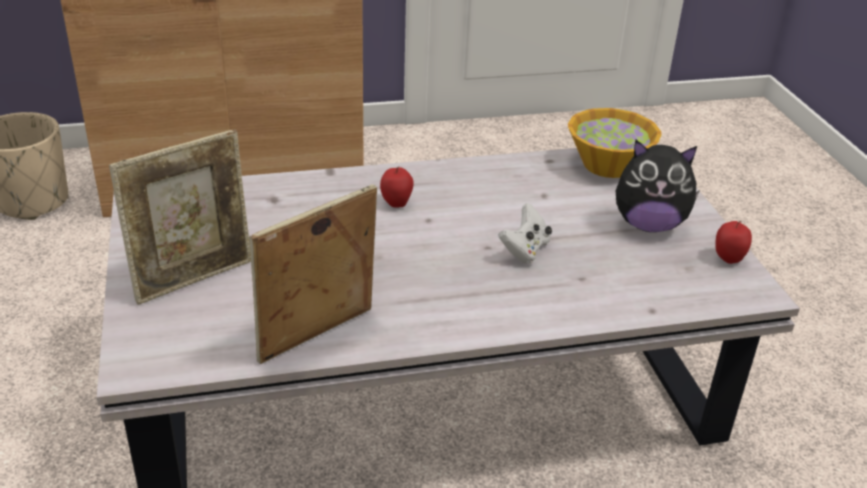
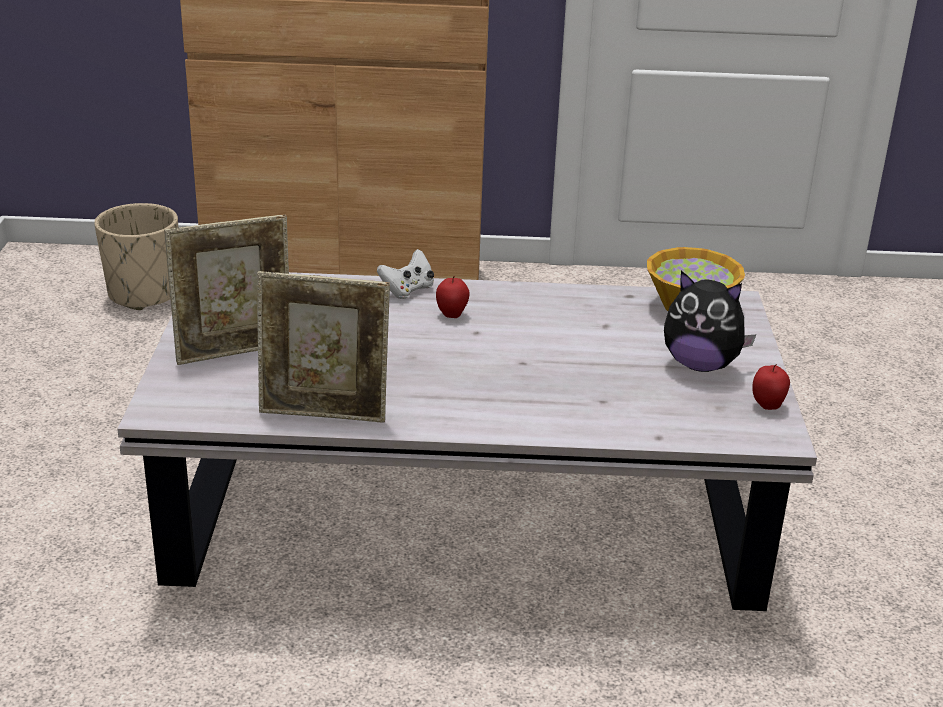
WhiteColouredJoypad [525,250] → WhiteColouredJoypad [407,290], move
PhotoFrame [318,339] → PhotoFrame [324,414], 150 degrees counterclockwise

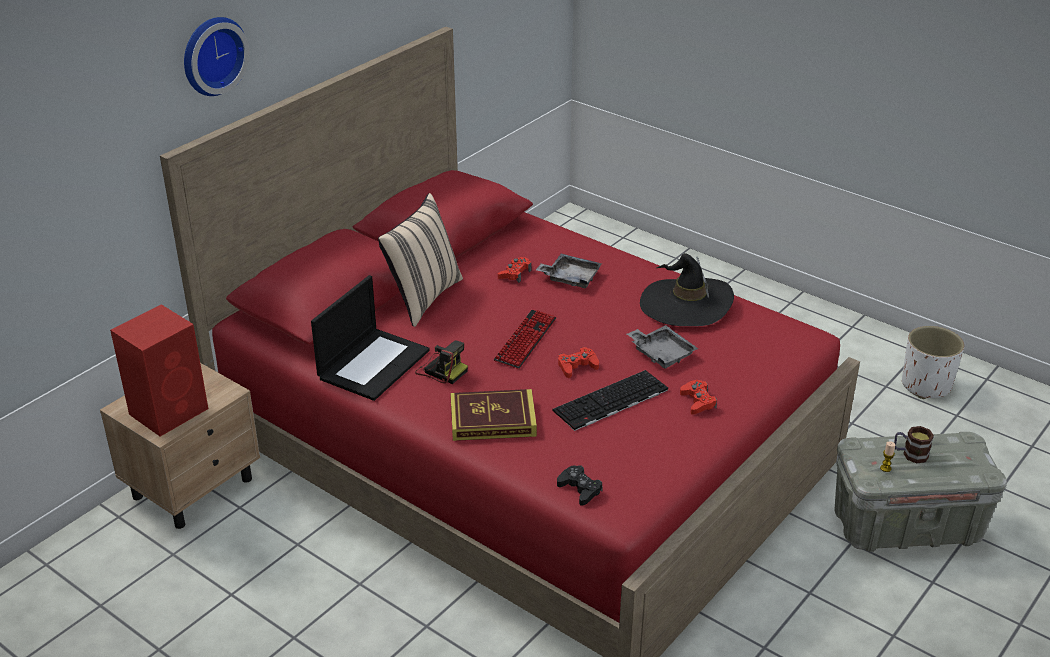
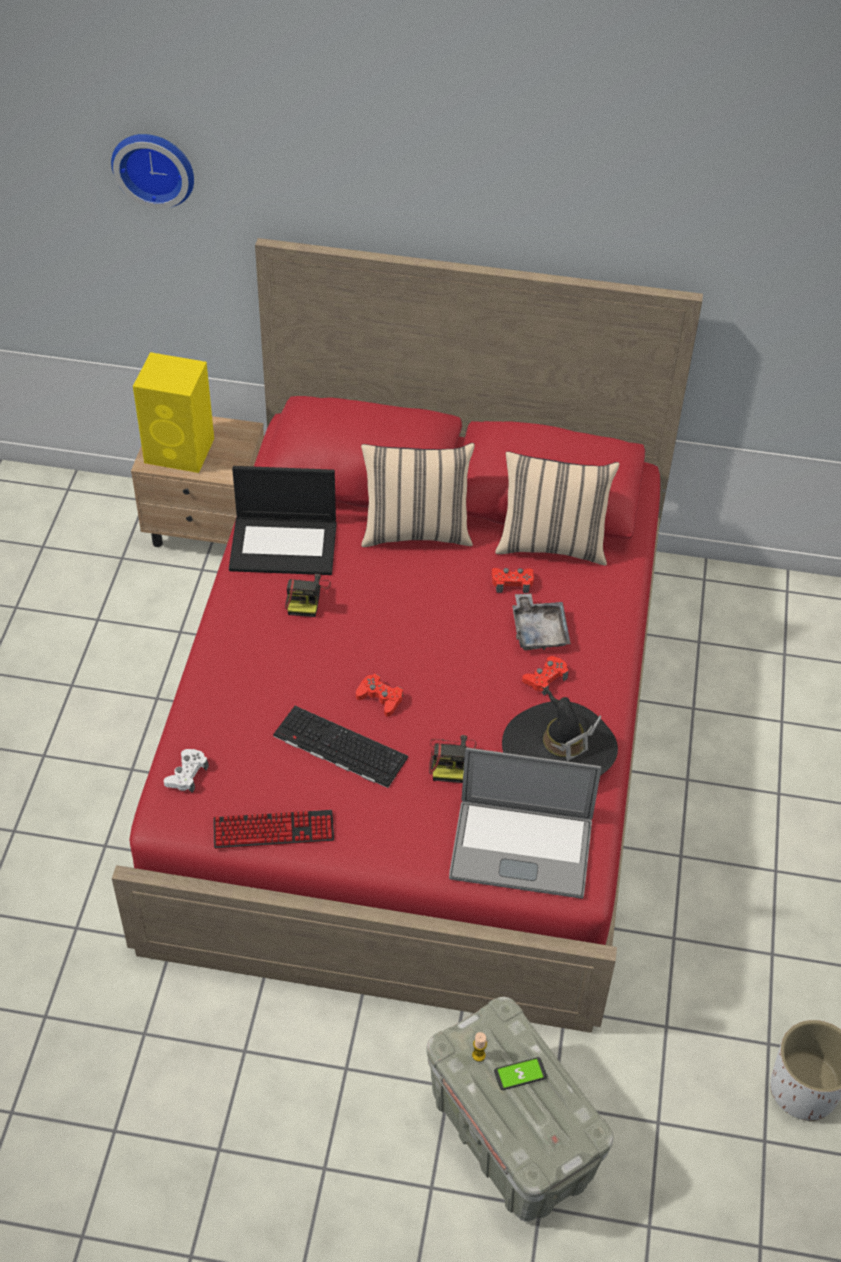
Volume [493,420] → -
- → PortableComputer [521,849]
- → BeigeColouredCushion [552,544]
HangingClock [211,55] → HangingClock [155,167], move
PcKeyboard [525,340] → PcKeyboard [273,830], move
RedJoypad [698,402] → RedJoypad [545,678], move
GreyServingTray [661,353] → PhotoCamera [450,759]
CoffeeMug [910,454] → Phone [520,1074]
RedAudioSpeaker [170,410] → YellowAudioSpeaker [181,451]
BlackishJoypad [580,489] → WhiteColouredJoypad [187,774]

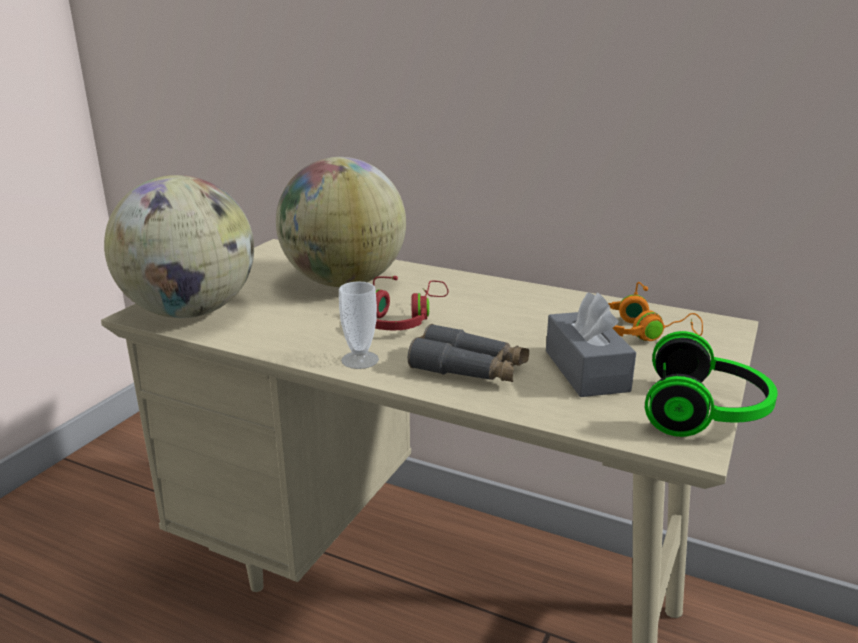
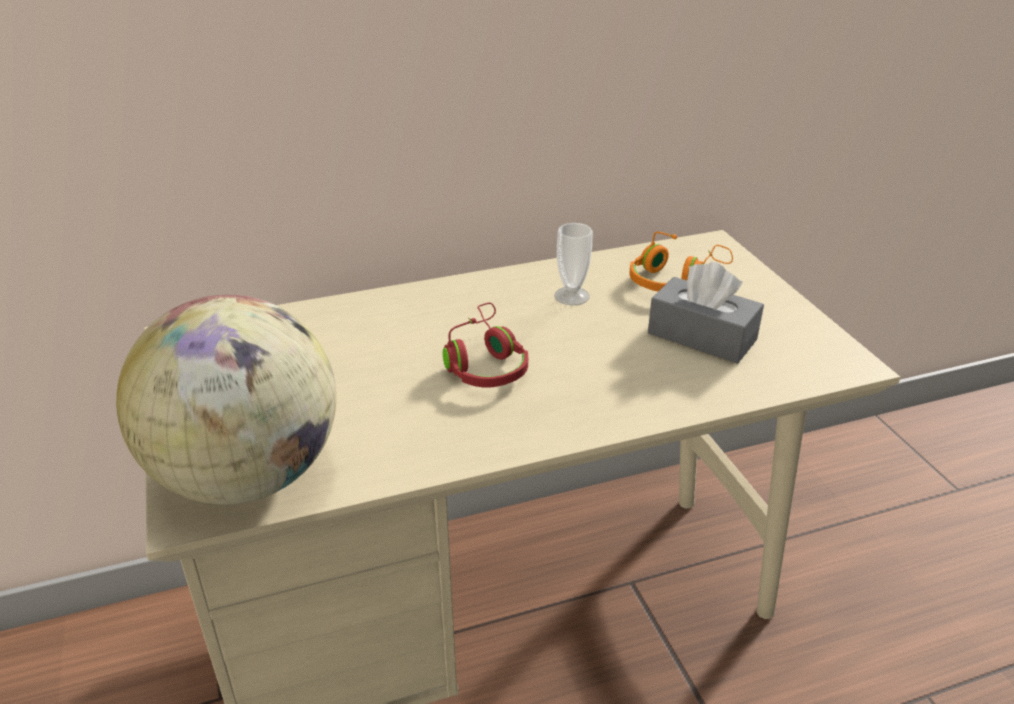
Globe [344,282] → -
GreyPairOfBinoculars [469,369] → -
Headset [706,413] → -
SmallCup [360,360] → SmallCup [571,296], move

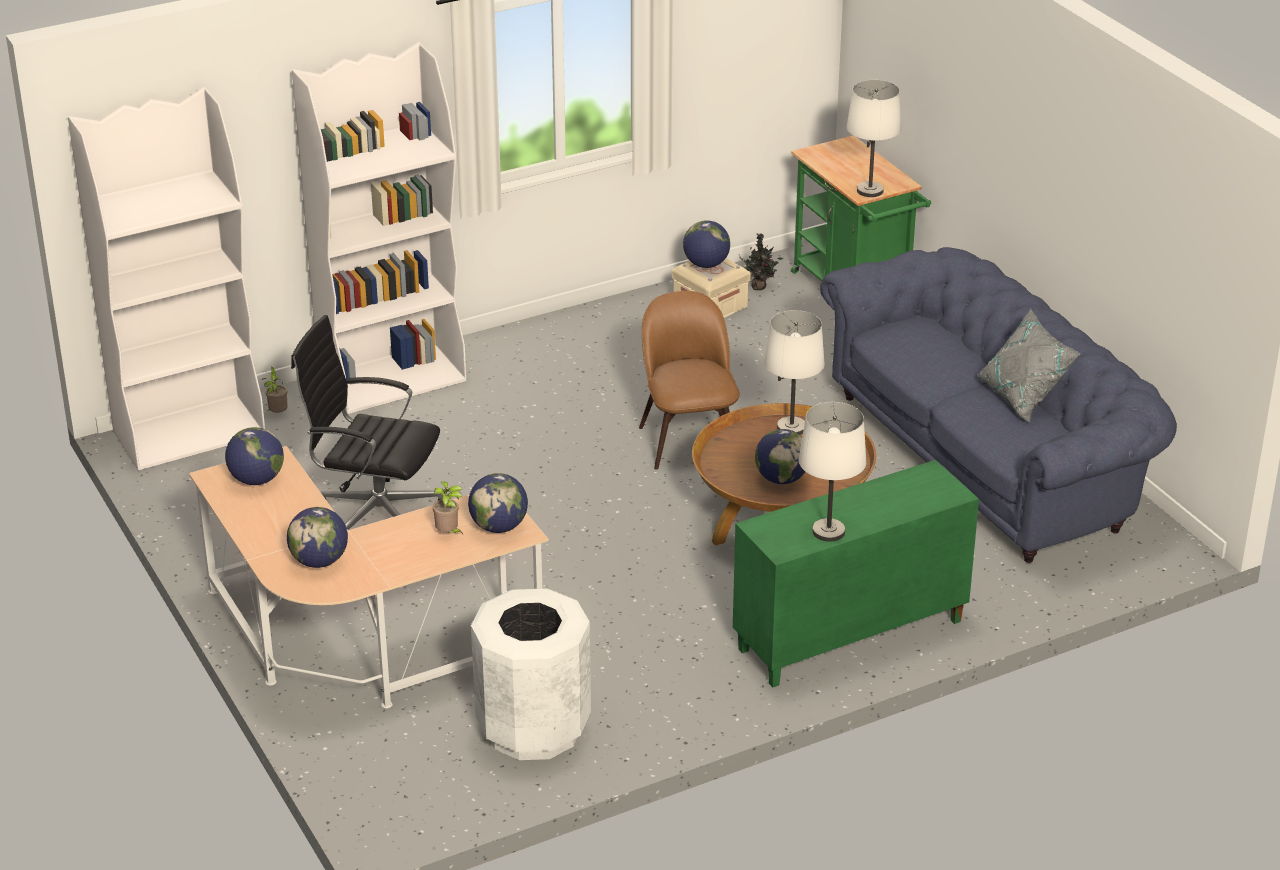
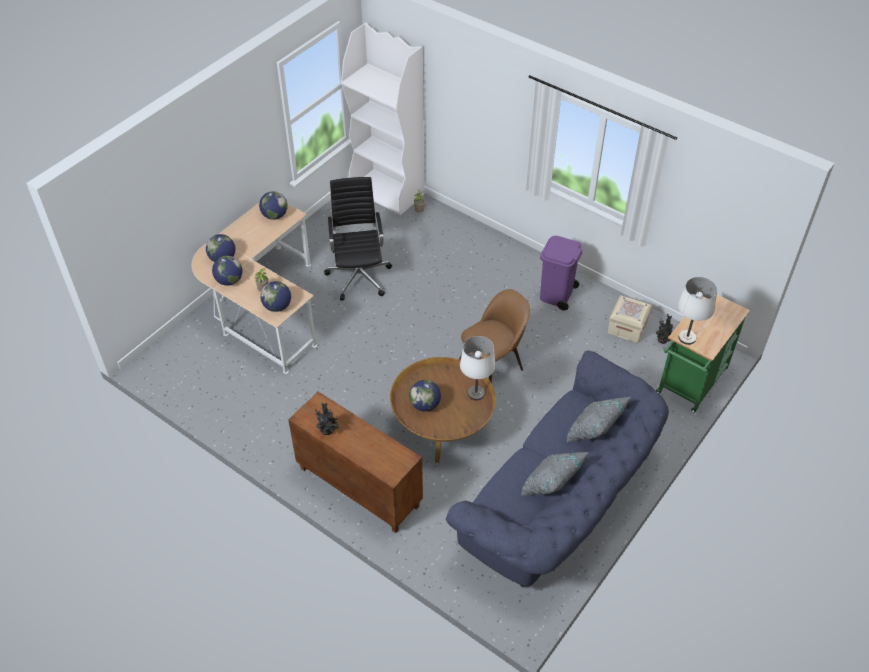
WhiteColouredBookcase [393,379] → -
WhiteColouredWasteBin [534,729] → -
- → PurpleColouredWasteBin [556,295]
- → GreyCushion [594,432]
Globe [706,264] → Globe [229,281], move
WhiteColouredTableLamp [828,531] → PottedPlant [328,431]
GreenColouredCupboard [849,636] → BrownishCupboard [358,487]

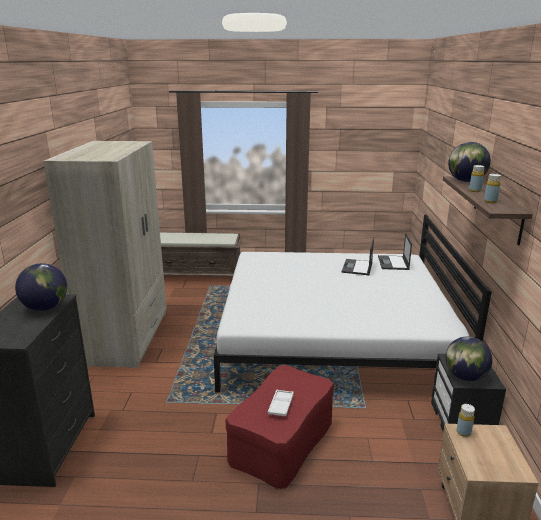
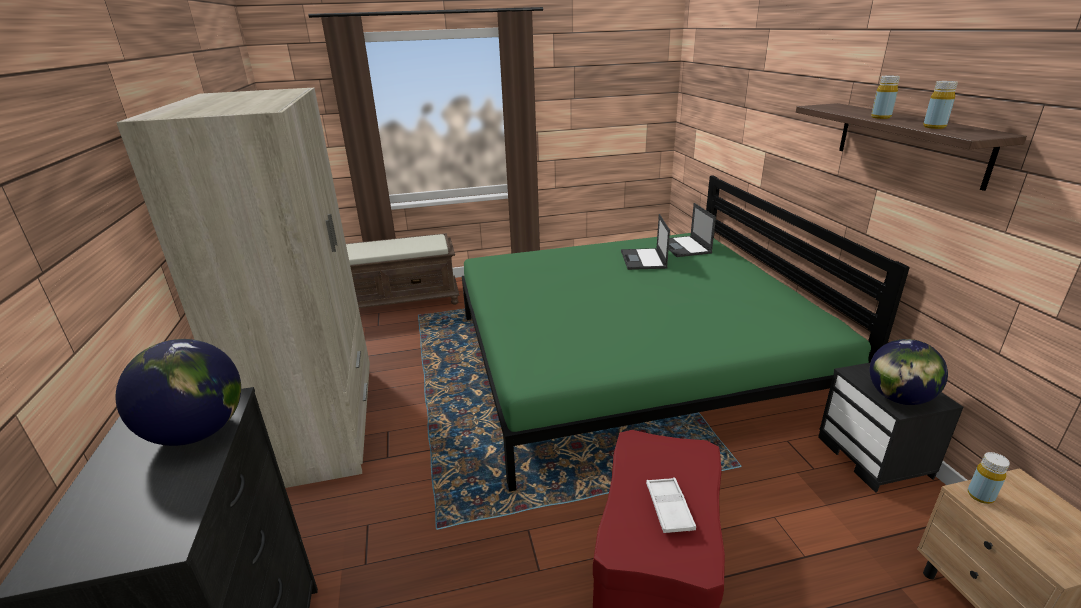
Globe [466,181] → -
WhiteColouredBed [334,335] → GreenColouredBed [632,360]

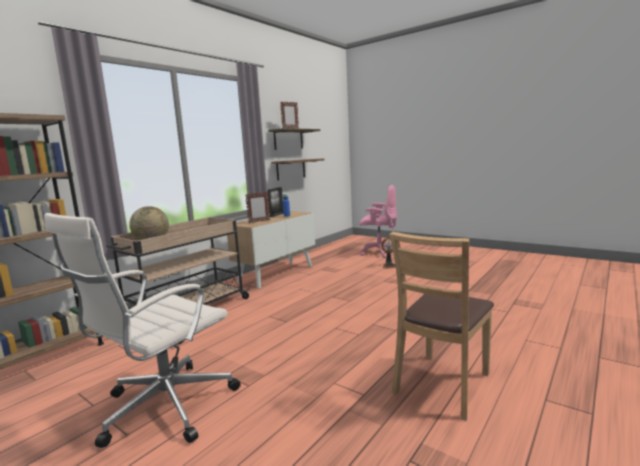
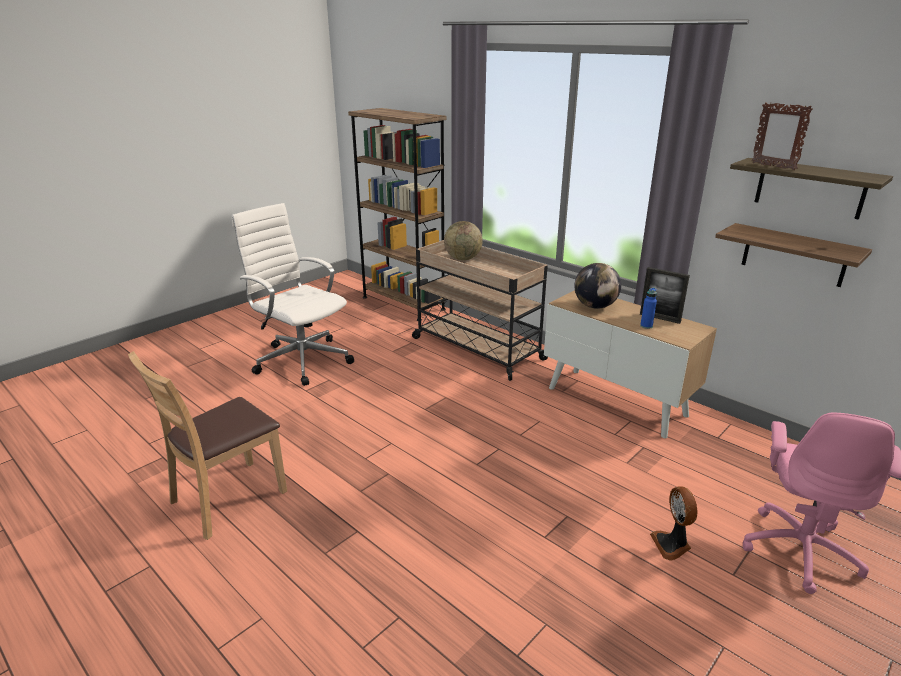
PhotoFrame [259,221] → Globe [595,306]
BrownishPlainChair [442,384] → BrownishPlainChair [228,498], 90 degrees counterclockwise

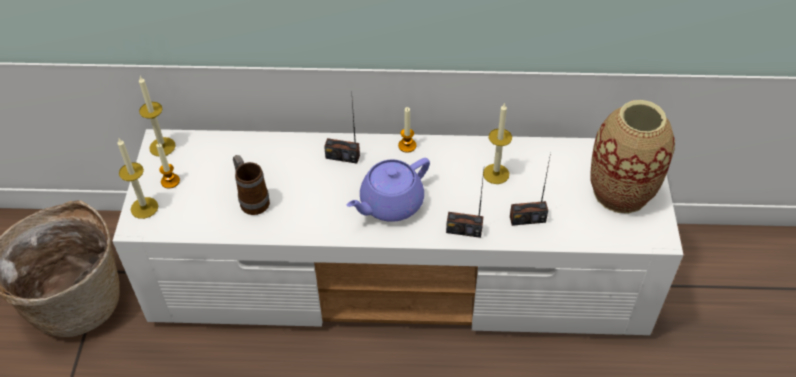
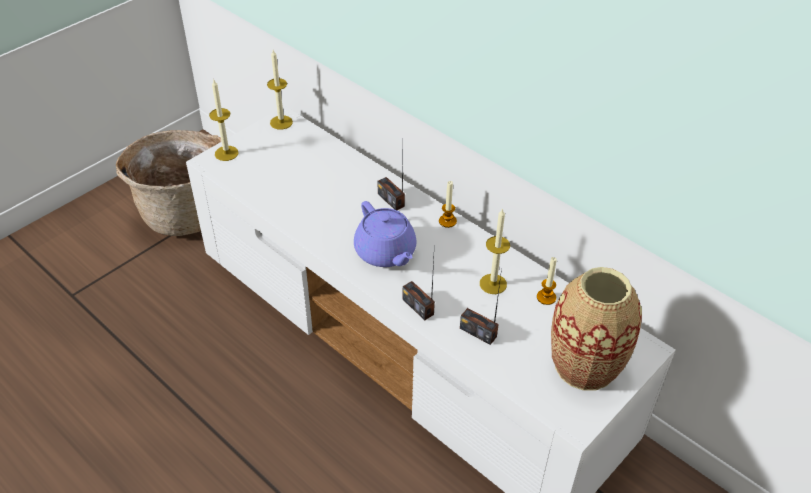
CoffeeMug [252,199] → -
WaxLight [170,181] → WaxLight [546,297], move
PurpleColouredTeaPot [390,204] → PurpleColouredTeaPot [386,253], 120 degrees counterclockwise

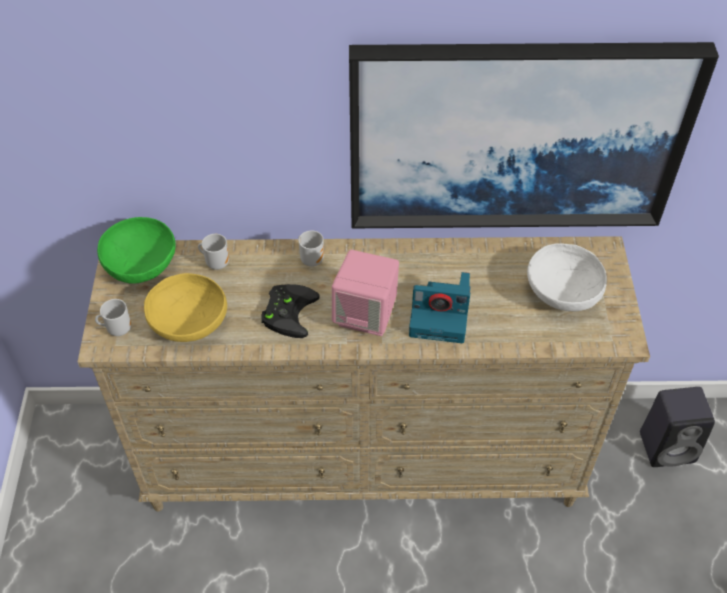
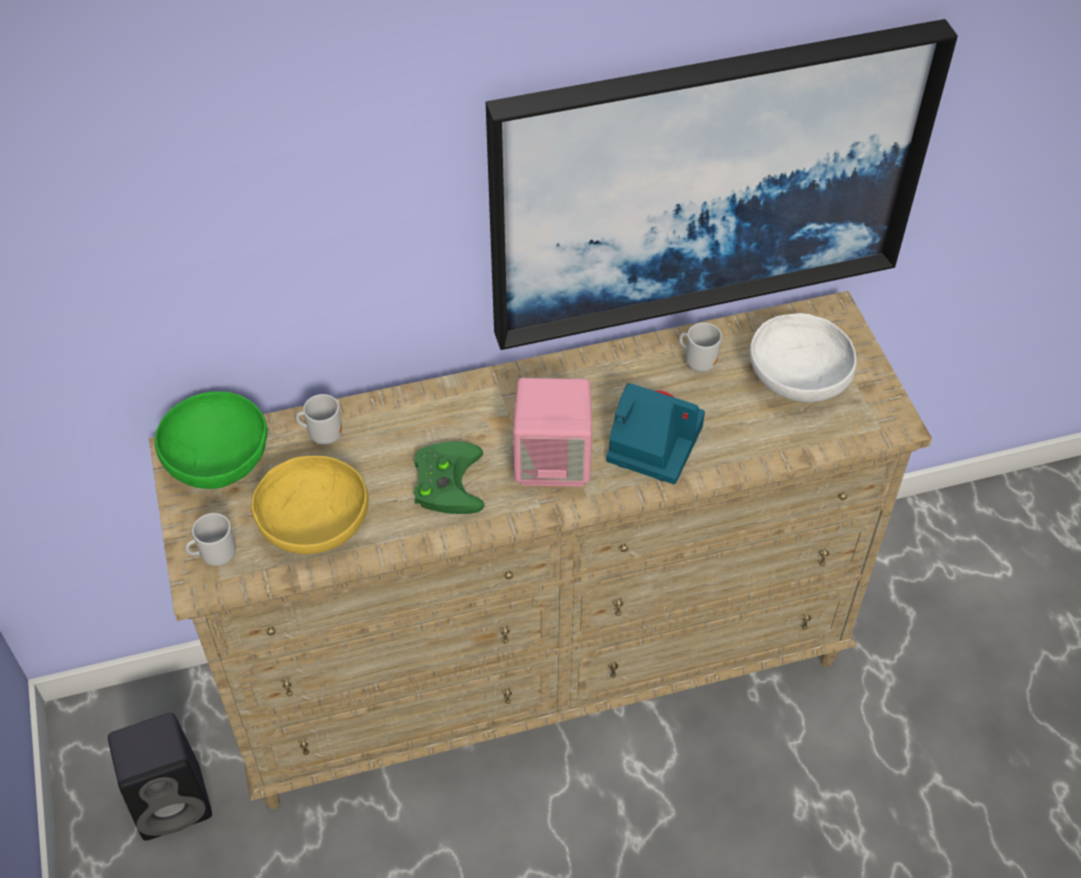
CoffeeMug [311,259] → CoffeeMug [699,362], move
BlackishAudioSpeaker [668,446] → BlackishAudioSpeaker [174,800], move
BlackishJoypad [288,311] → GreenColouredJoypad [445,480]
PhotoCamera [441,316] → PhotoCamera [652,443], 150 degrees counterclockwise

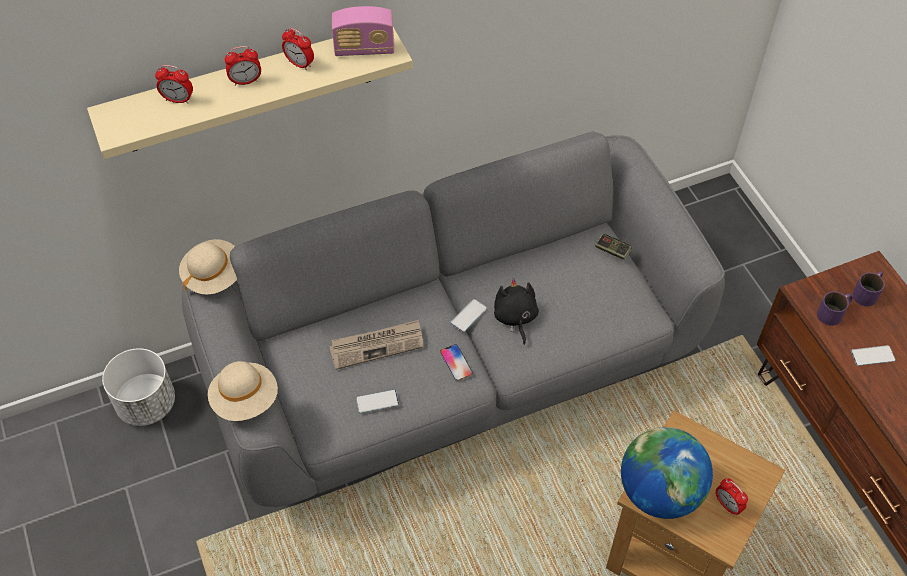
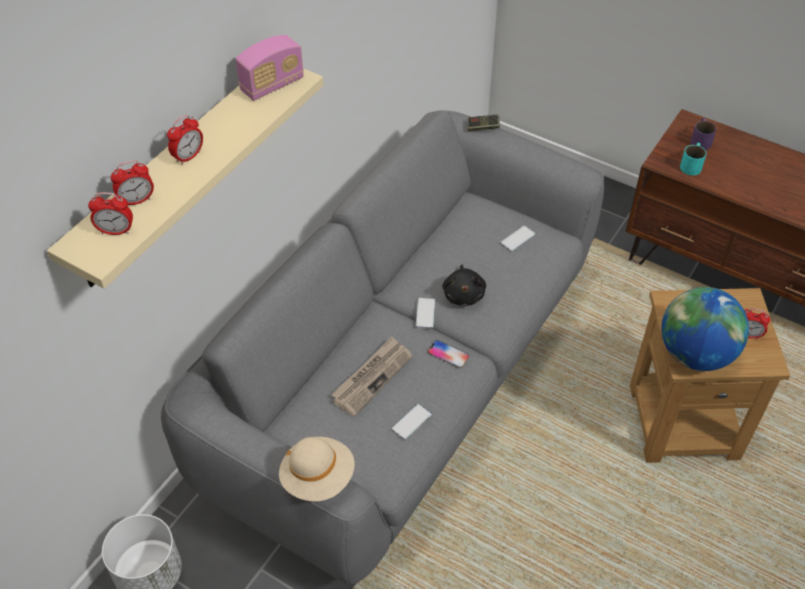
BeigeColouredWearableHat [214,276] → -
BedsideClock [300,64] → BedsideClock [116,231], move
Joypad [612,250] → Joypad [483,127], move
Phone [872,356] → Phone [517,239], move
PurpleColouredCoffeeMug [834,312] → TurquoiseColouredCoffeeMug [692,164]
BlackishPlushToy [515,317] → BlackishPlushToy [464,294], 135 degrees counterclockwise

